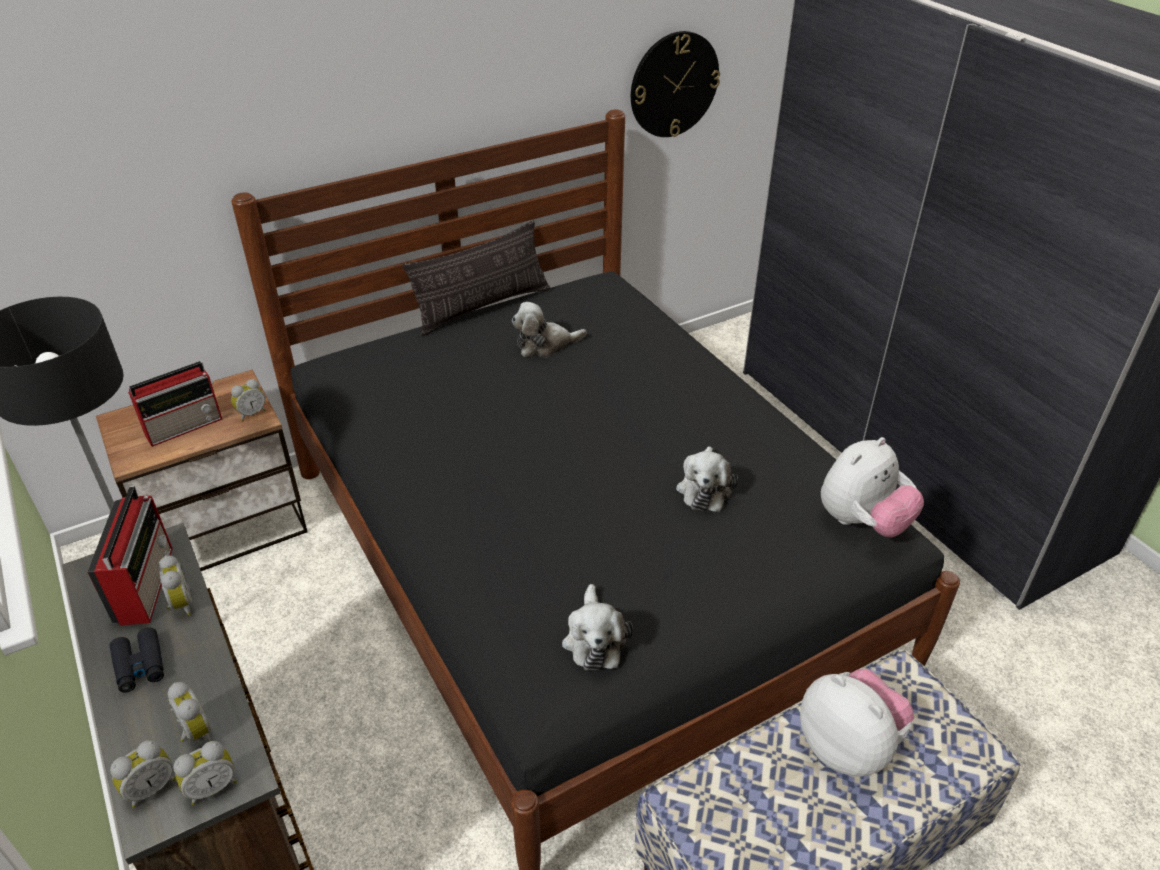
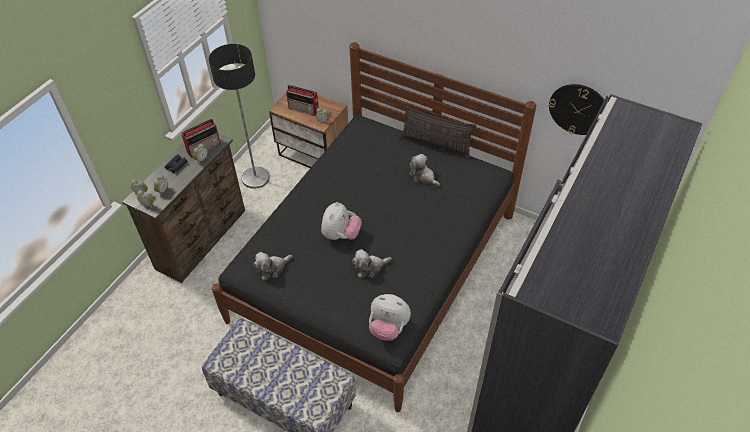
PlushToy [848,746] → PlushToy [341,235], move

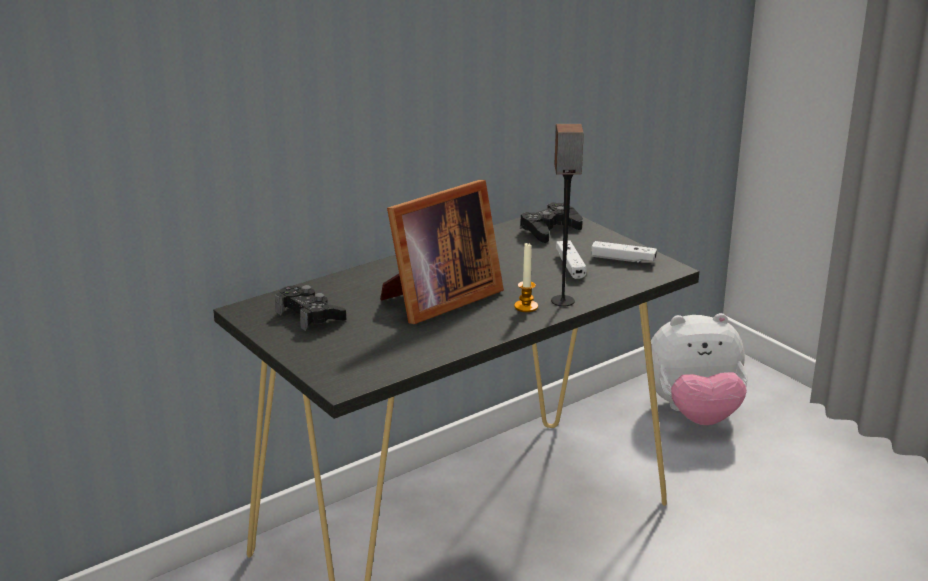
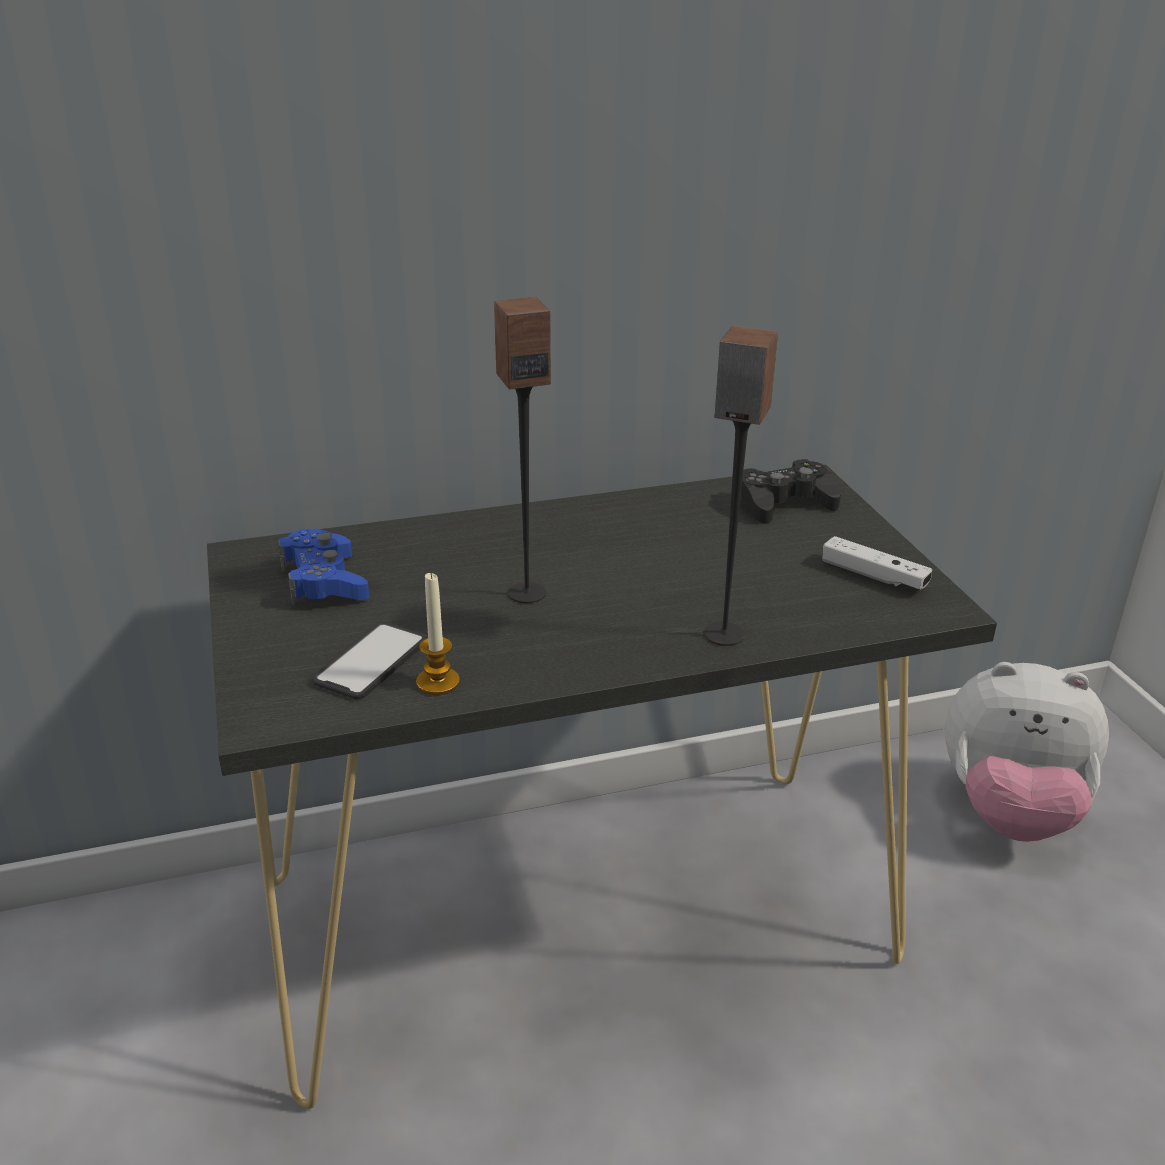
WhiteColouredJoypad [570,265] → -
- → Phone [371,661]
WaxLight [526,307] → WaxLight [438,682], move
PhotoFrame [437,300] → AudioSpeaker [526,592]
BlackishJoypad [310,315] → BluishJoypad [324,581]

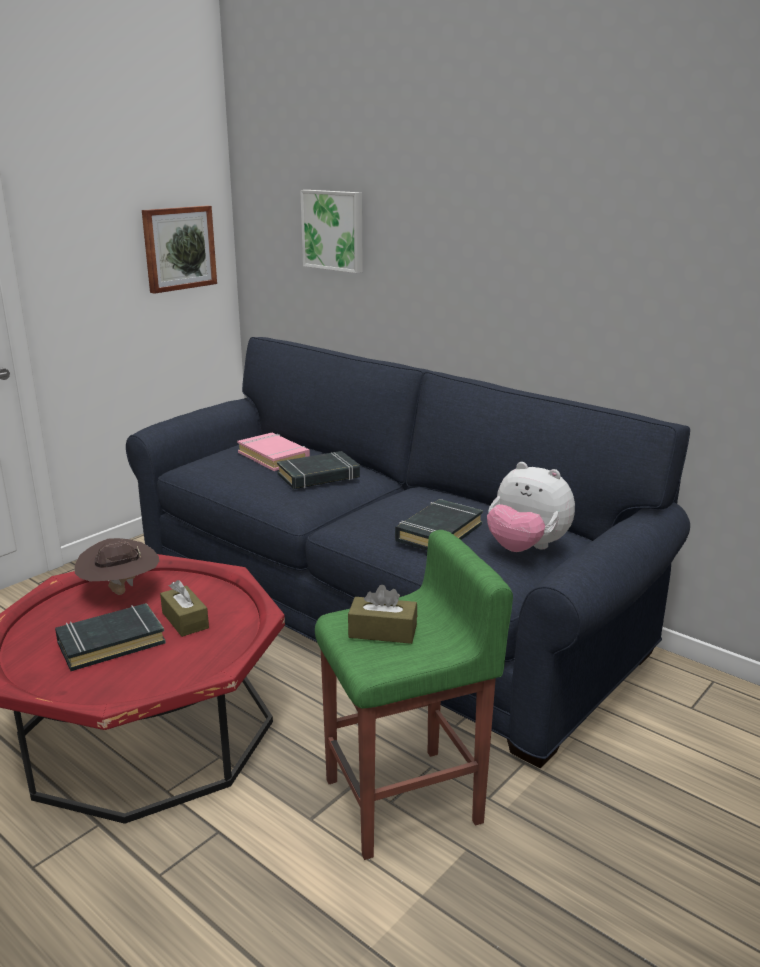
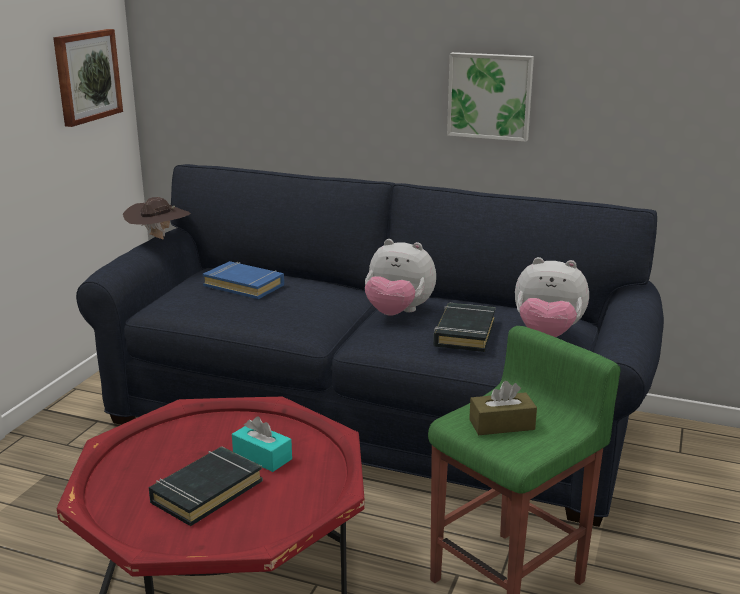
BlackishVolume [319,476] → -
- → PlushToy [398,313]
BrownishWearableHat [121,592] → BrownishWearableHat [159,240], move
Picture [334,230] → Picture [490,96], move
BrownishTissueBox [185,620] → TurquoiseColouredTissueBox [262,456]
PinkishVolume [274,457] → BluishVolume [244,285]

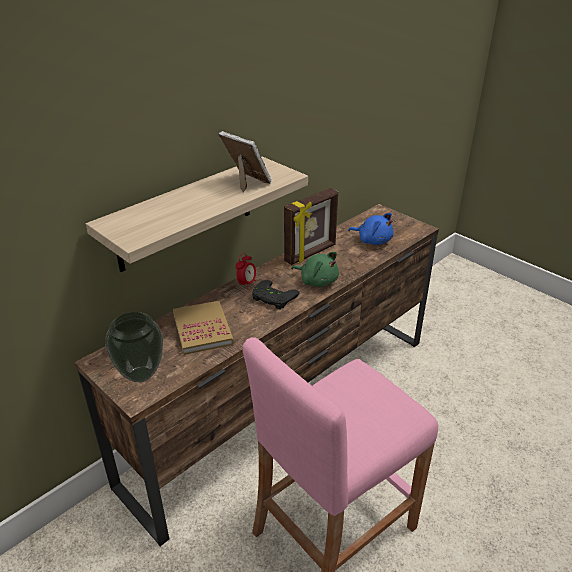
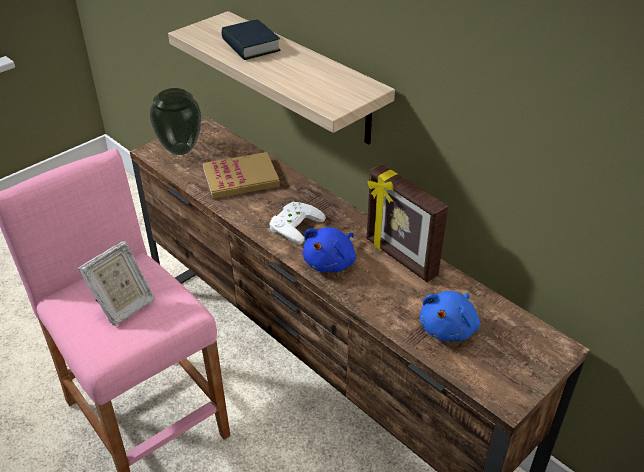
BedsideClock [246,284] → -
- → Volume [250,46]
PhotoFrame [247,183] → PhotoFrame [123,306], move
BlackishJoypad [272,298] → WhiteColouredJoypad [293,224]
GreenColouredPlushToy [317,281] → BluishPlushToy [331,262]

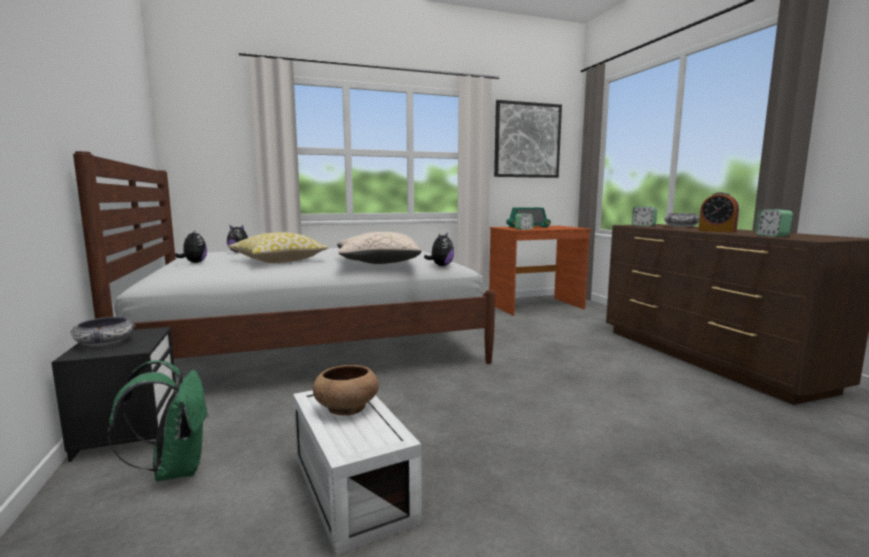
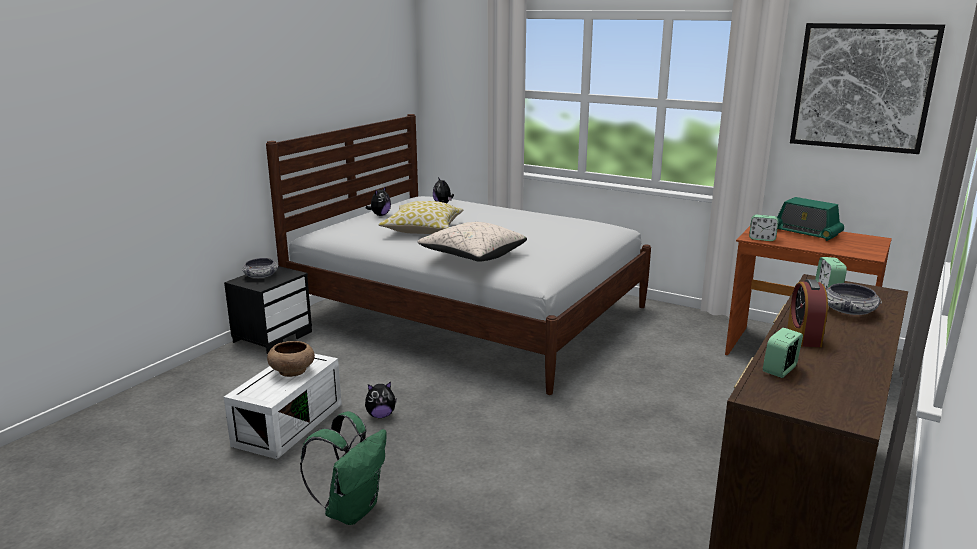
GreenColouredKnapsack [175,469] → GreenColouredKnapsack [351,509], move
PlushToy [441,266] → PlushToy [381,415], move

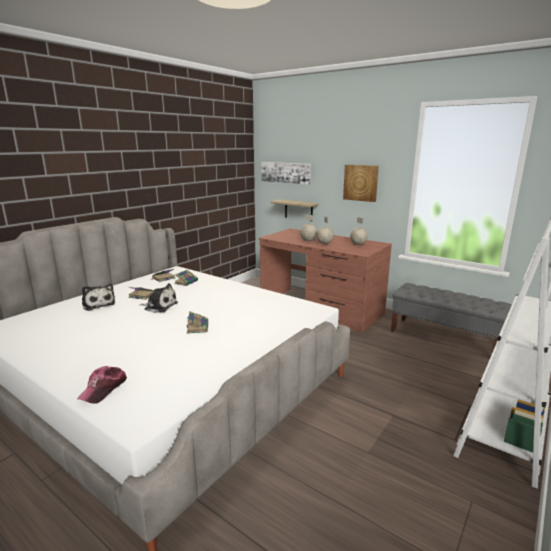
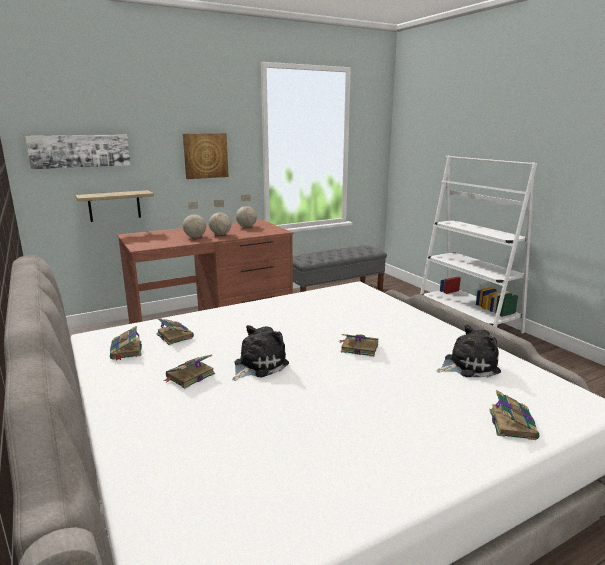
PlushToy [98,304] → PlushToy [467,365], move
PeakedCap [103,389] → Volume [512,423]

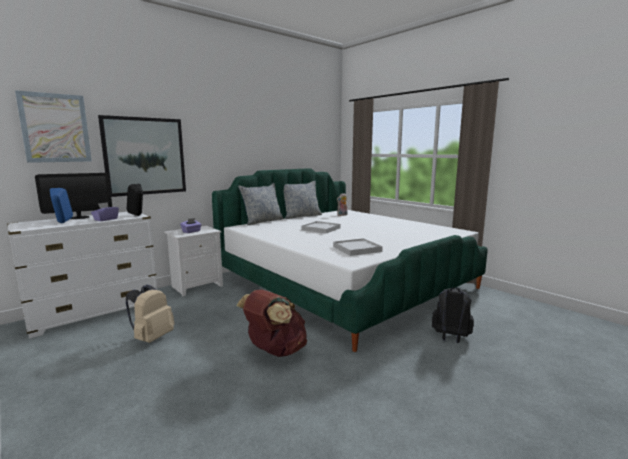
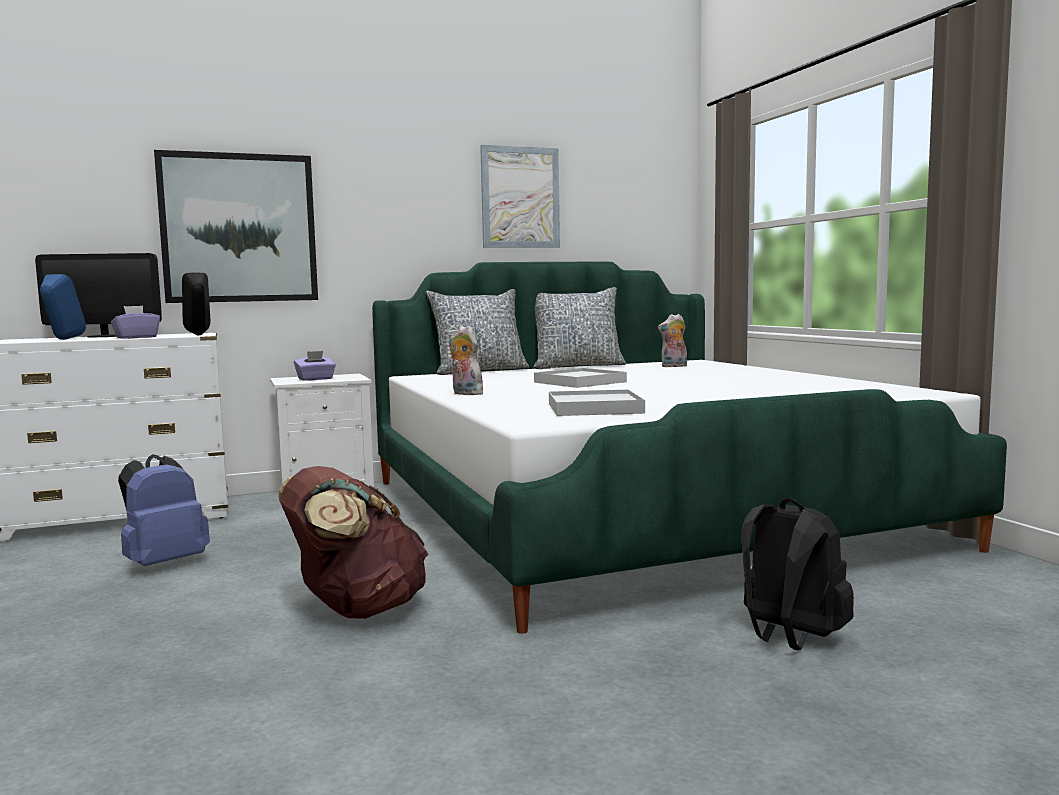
- → PlushToy [465,394]
Picture [55,128] → Picture [520,197], move
BeigeColouredKnapsack [152,338] → BluishKnapsack [164,563]

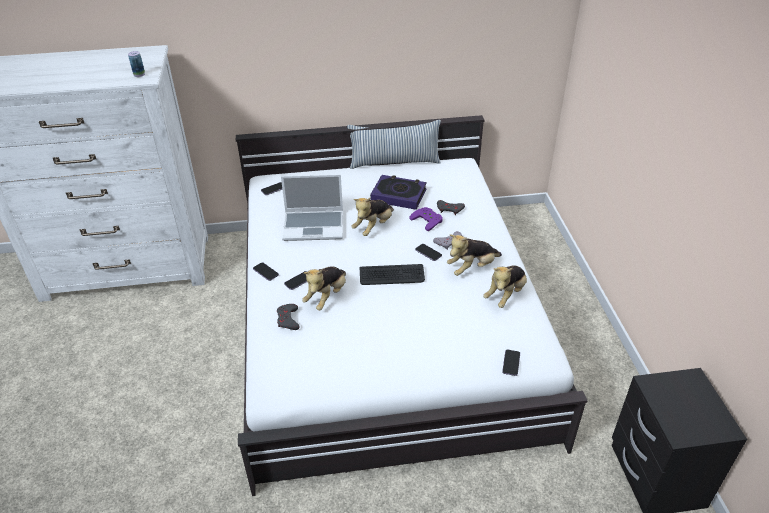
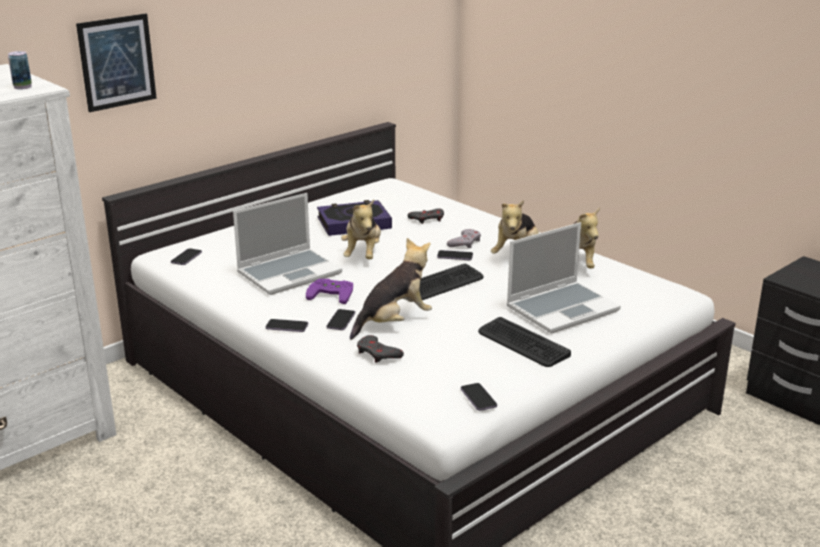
Cushion [394,162] → -
- → Picture [117,62]
- → PcKeyboard [522,343]
- → PortableComputer [562,308]
PurpleColouredJoypad [428,220] → PurpleColouredJoypad [332,293], move
Phone [511,363] → Phone [478,398], move
PlushToy [327,296] → PlushToy [394,322], 120 degrees counterclockwise

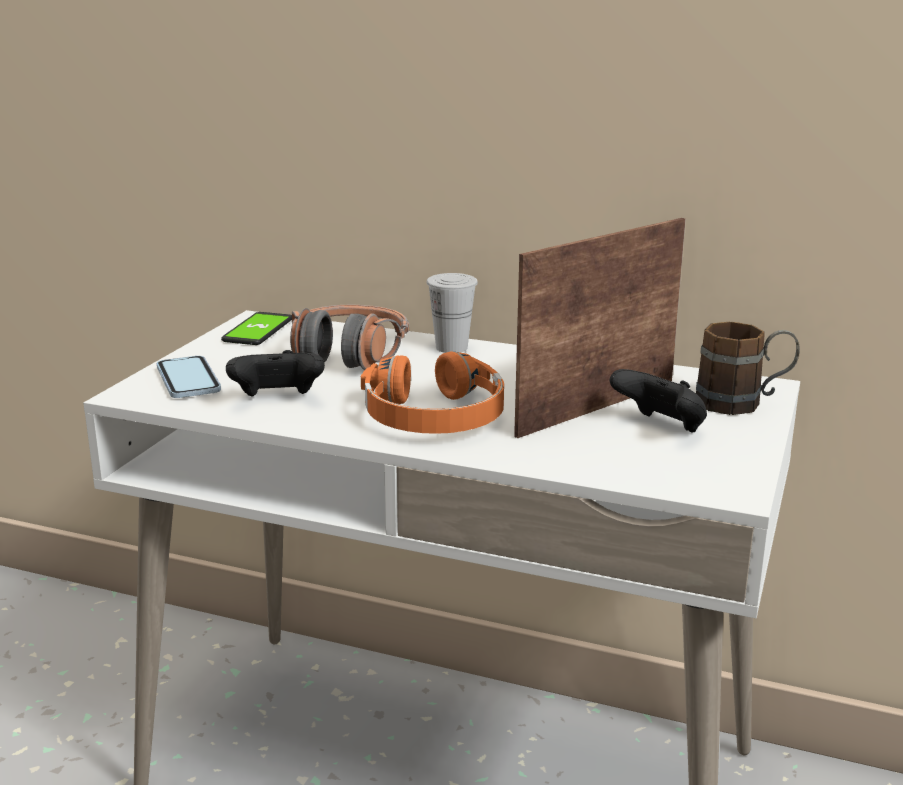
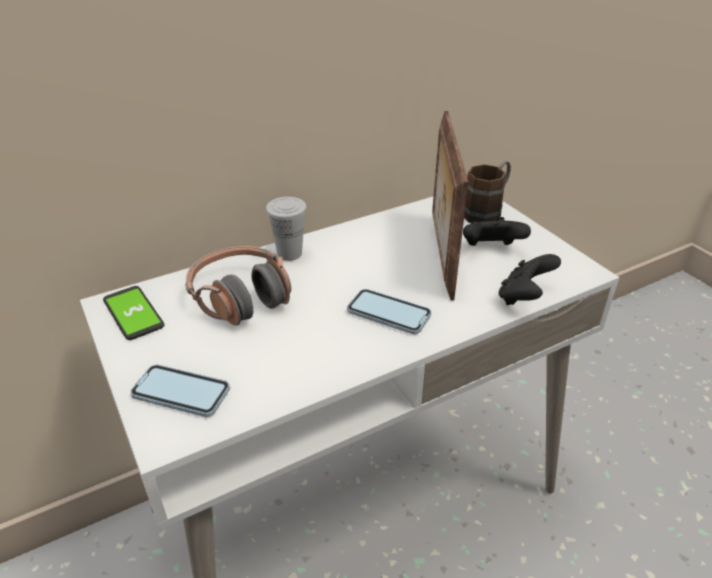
BlackishJoypad [277,400] → BlackishJoypad [524,297], move
OrangeyHeadset [434,416] → Phone [388,313]

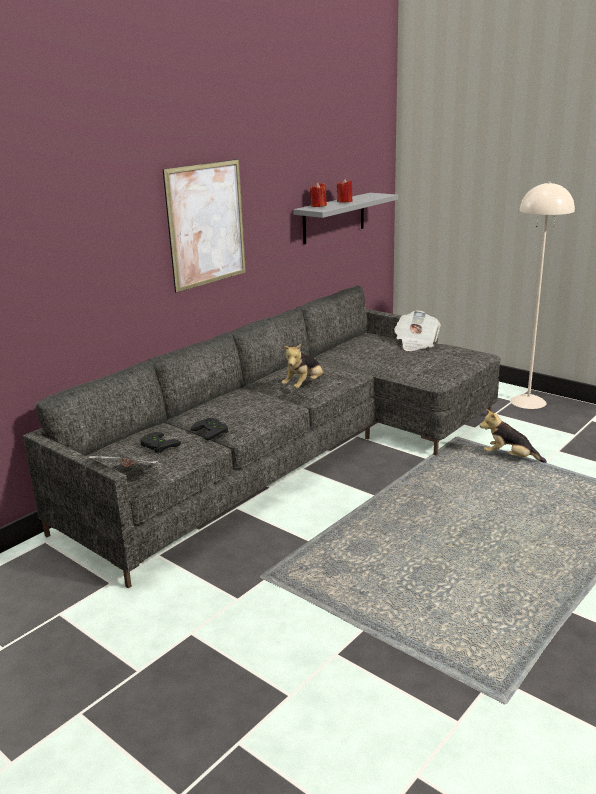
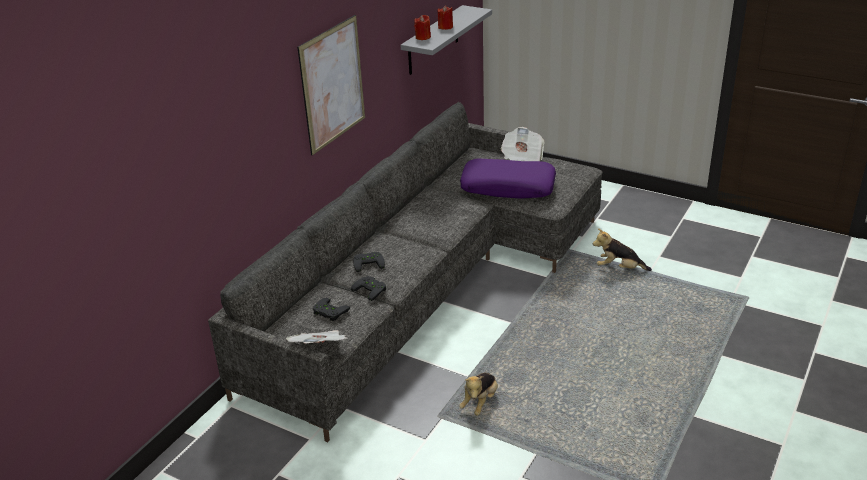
BeigeColouredStandingLamp [528,401] → -
- → BlackishJoypad [368,263]
- → PurpleColouredCushion [508,187]
PlushToy [304,386] → PlushToy [480,402], move

